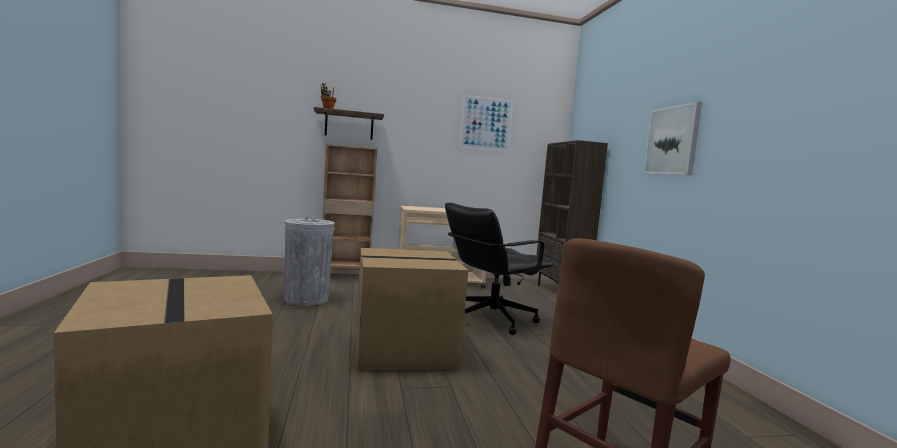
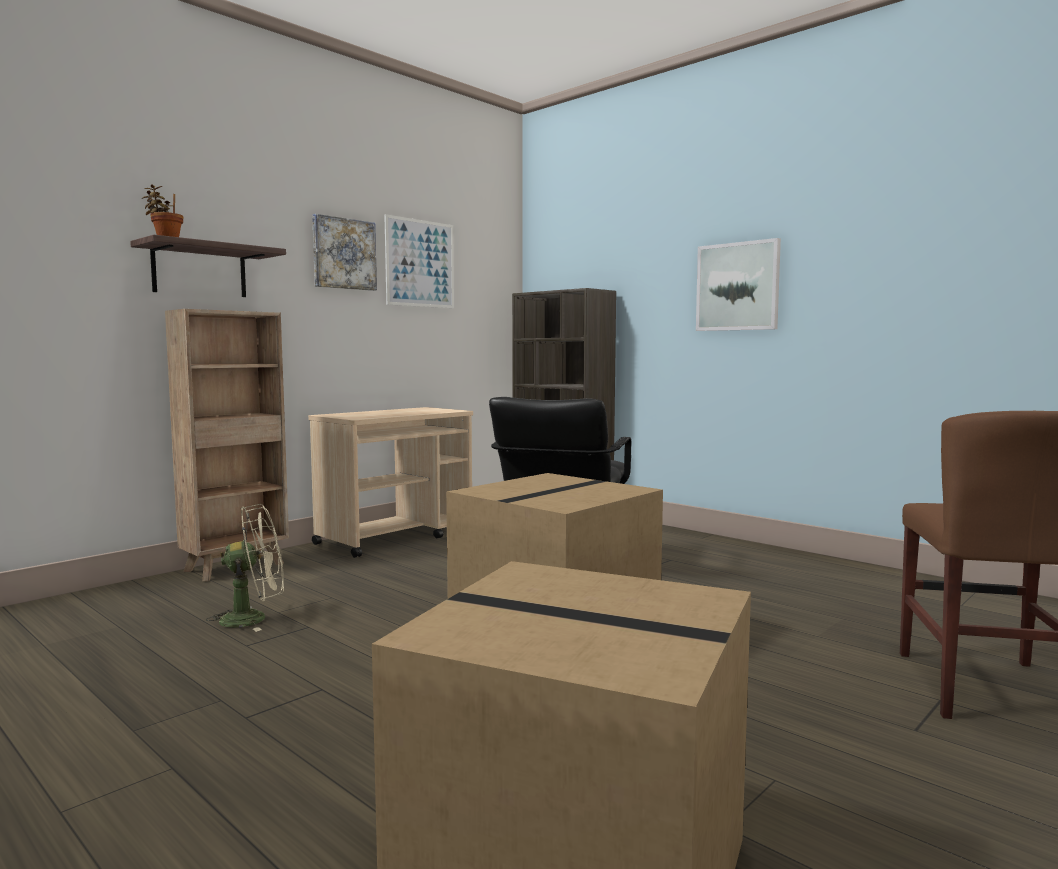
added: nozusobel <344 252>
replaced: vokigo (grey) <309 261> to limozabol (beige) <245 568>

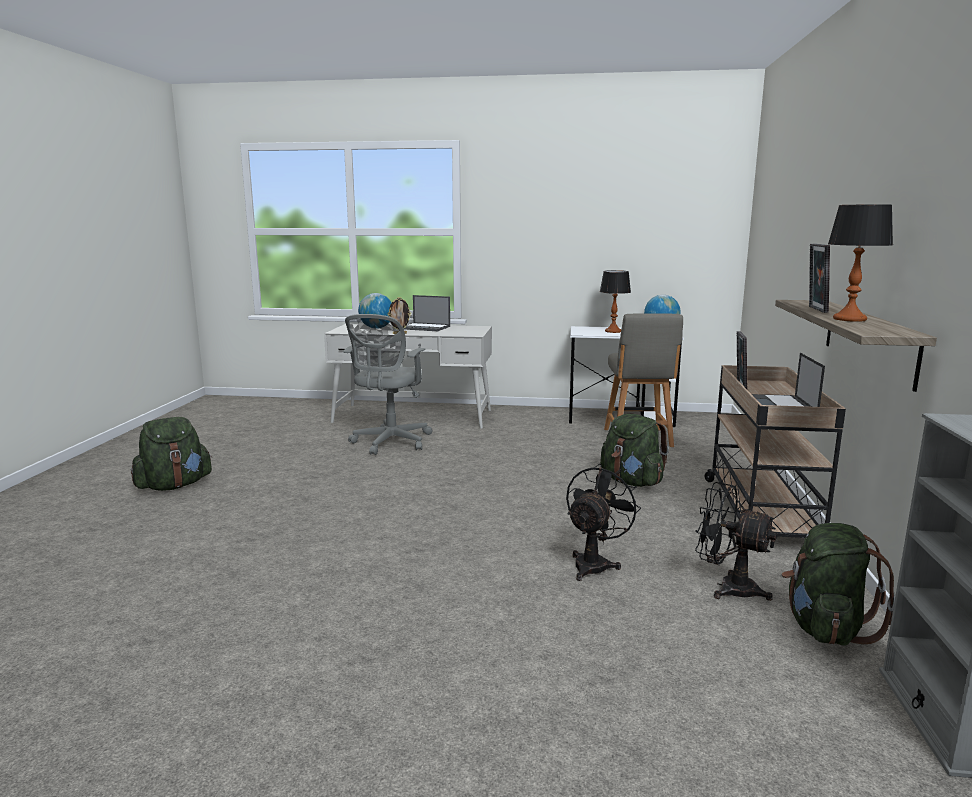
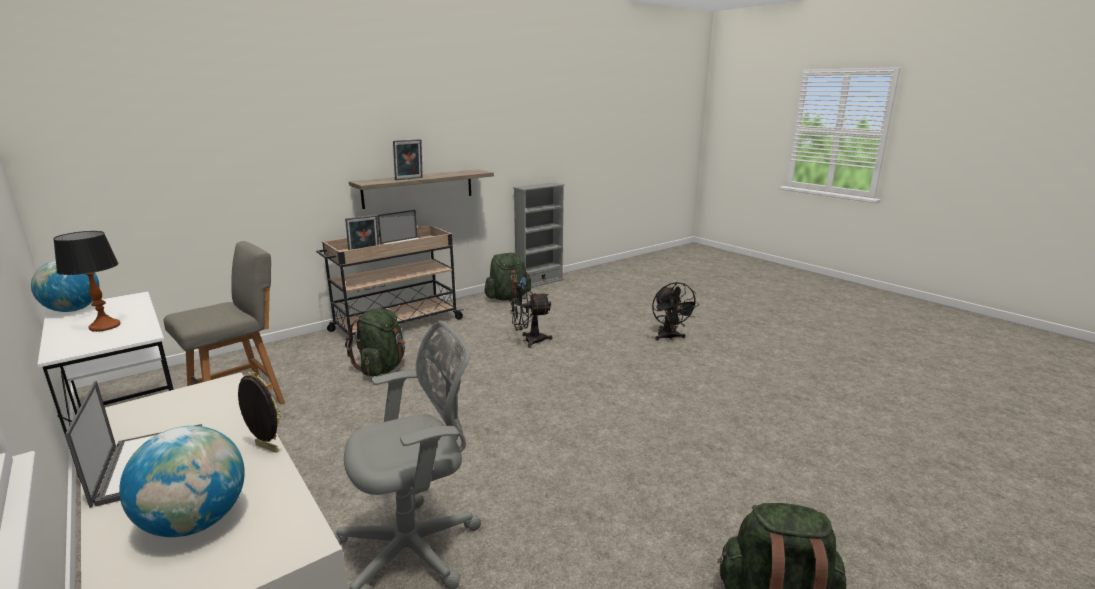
removed: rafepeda <860 263>
moved: limozabol (black) <736 541> to <675 311>

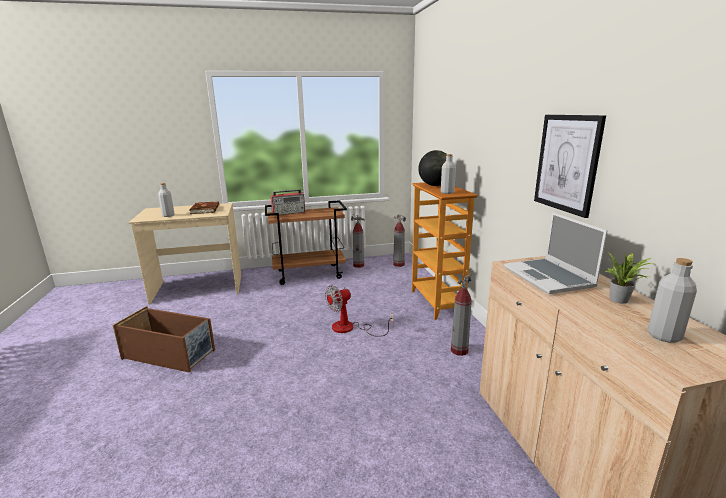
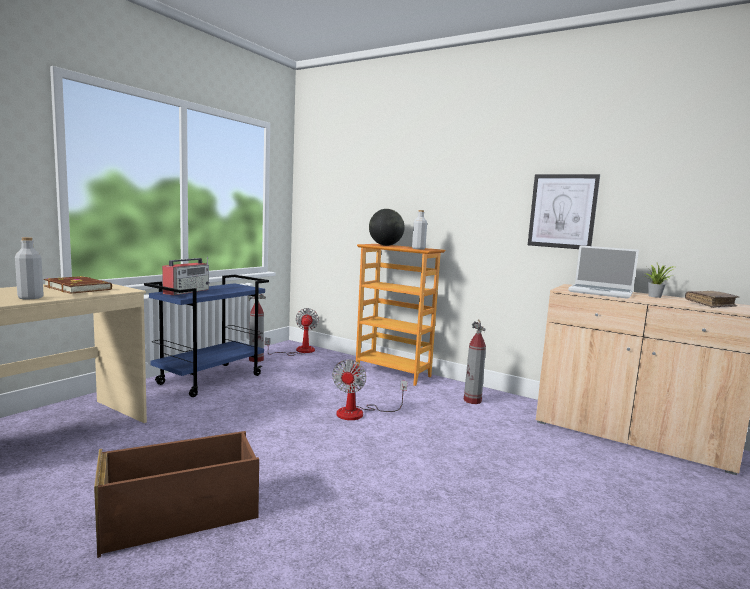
replaced: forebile <399 240> to limozabol <292 332>; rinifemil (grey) <672 300> to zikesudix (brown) <712 299>
recoloured: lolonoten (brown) <306 242> to lolonoten (blue) <206 336>

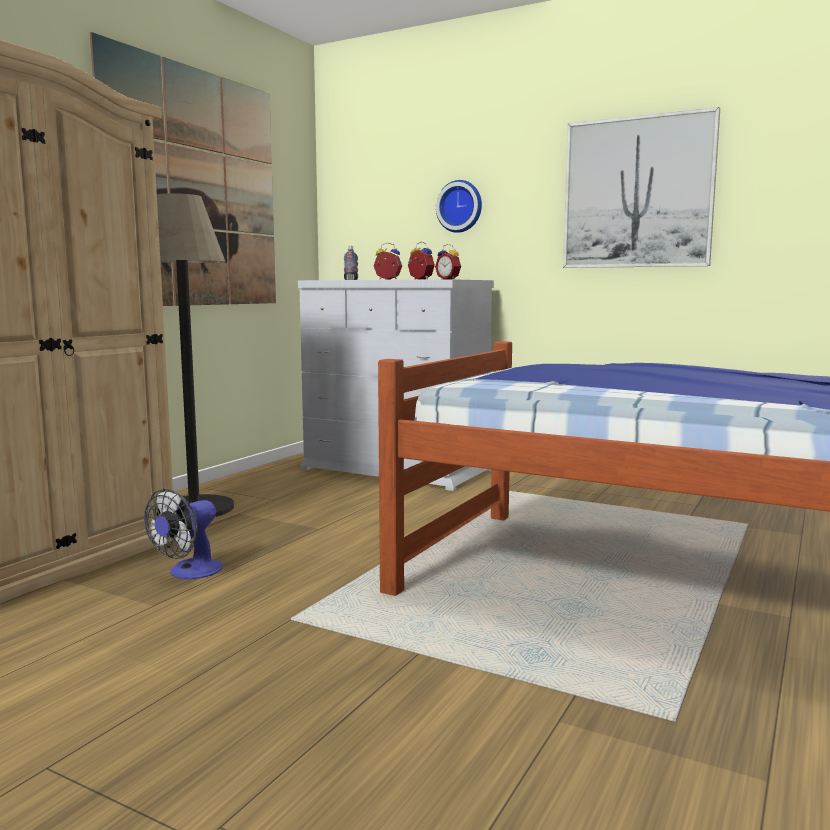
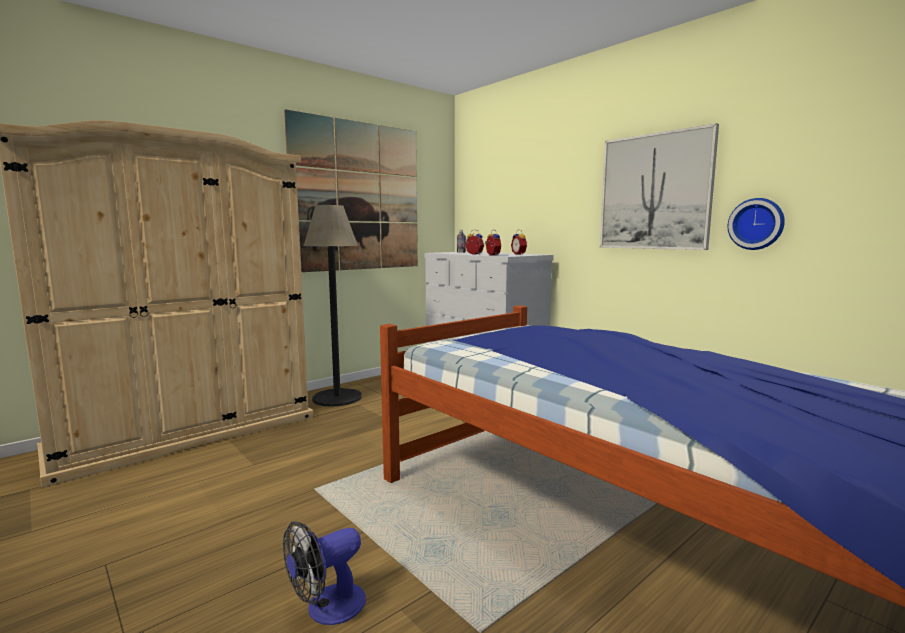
moved: limozabol <183 534> to <324 573>; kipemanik <459 206> to <756 224>

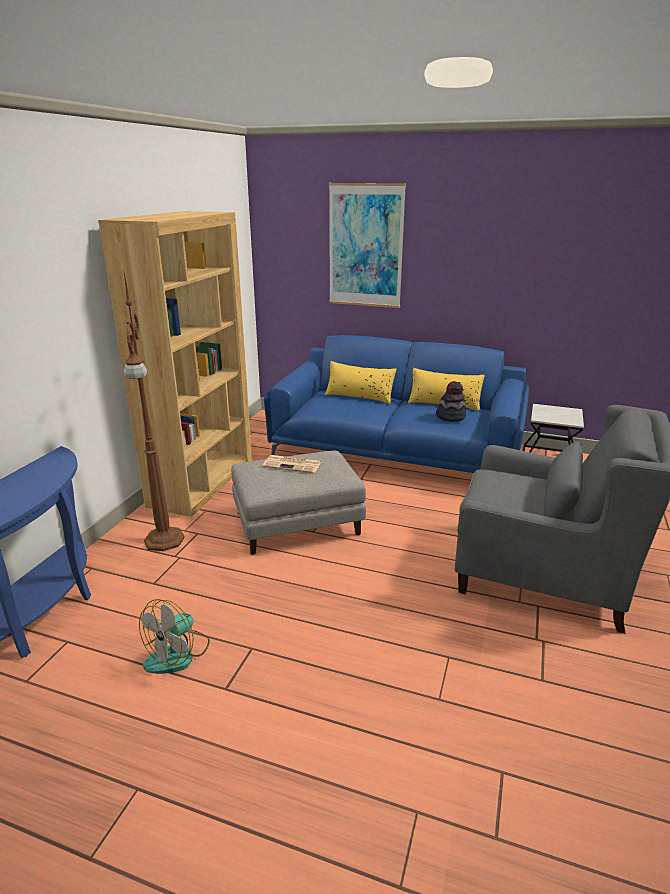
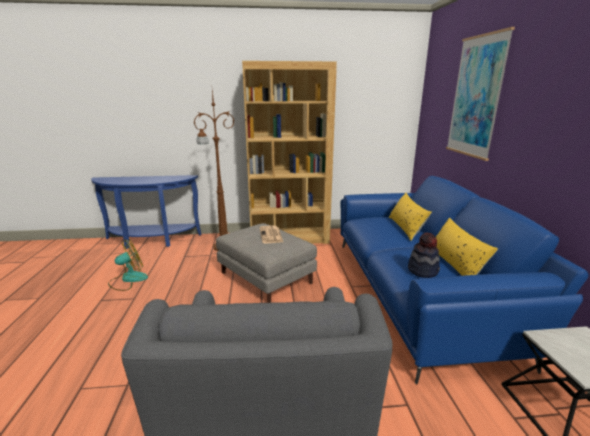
turned: limozabol <174 636> = <128 265> 135 degrees clockwise

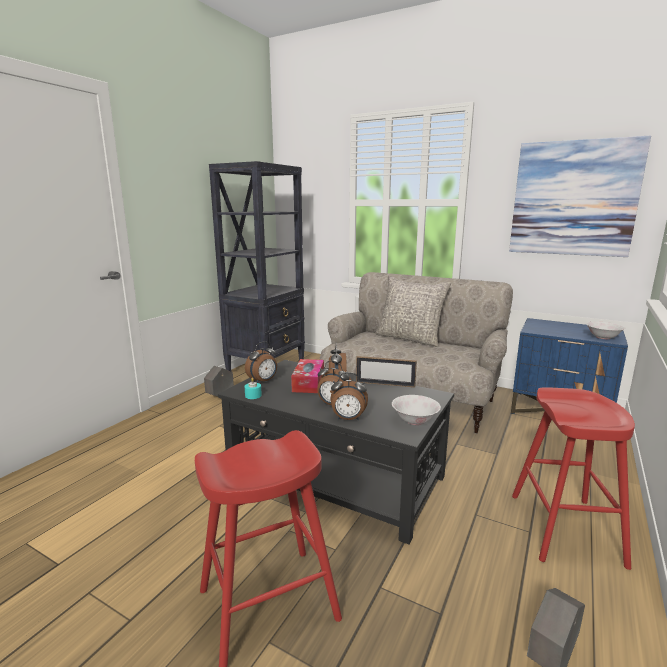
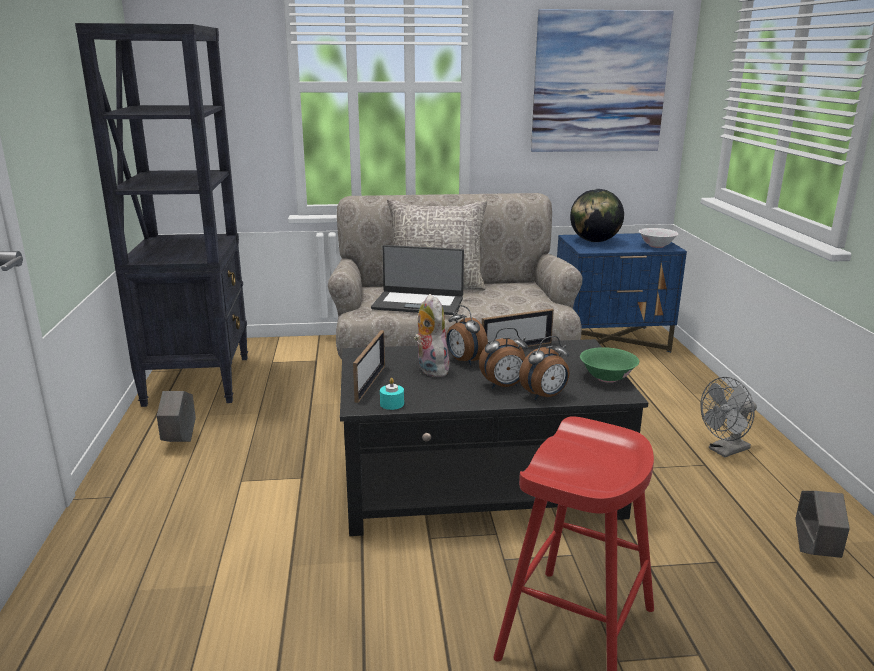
added: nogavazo <417 280>; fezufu <597 215>
replaced: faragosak <261 362> to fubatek <369 366>; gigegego <307 376> to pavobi <431 335>; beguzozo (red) <573 478> to limozabol (grey) <728 417>
recoloured: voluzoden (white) <416 410> to voluzoden (green) <609 365>

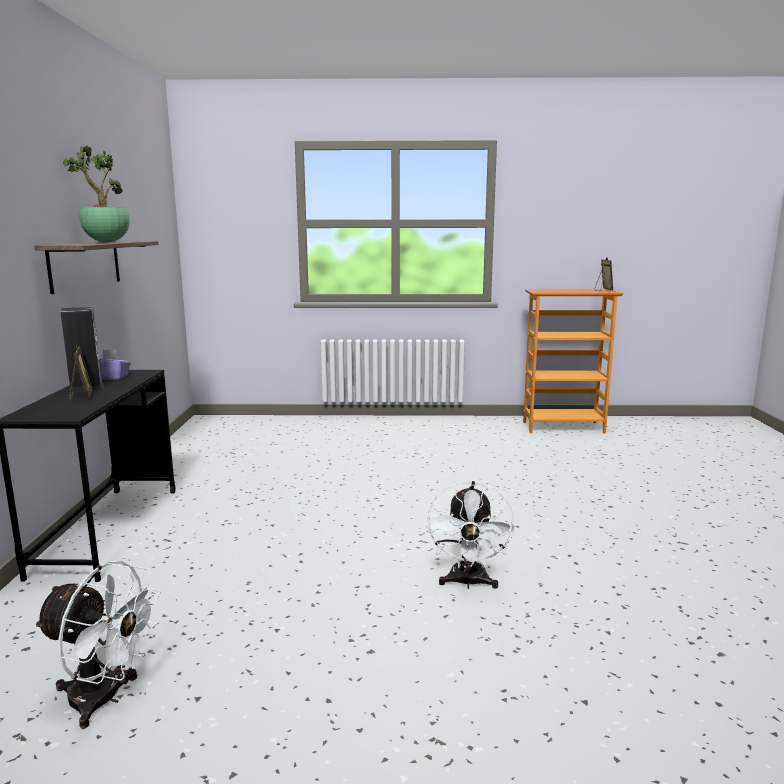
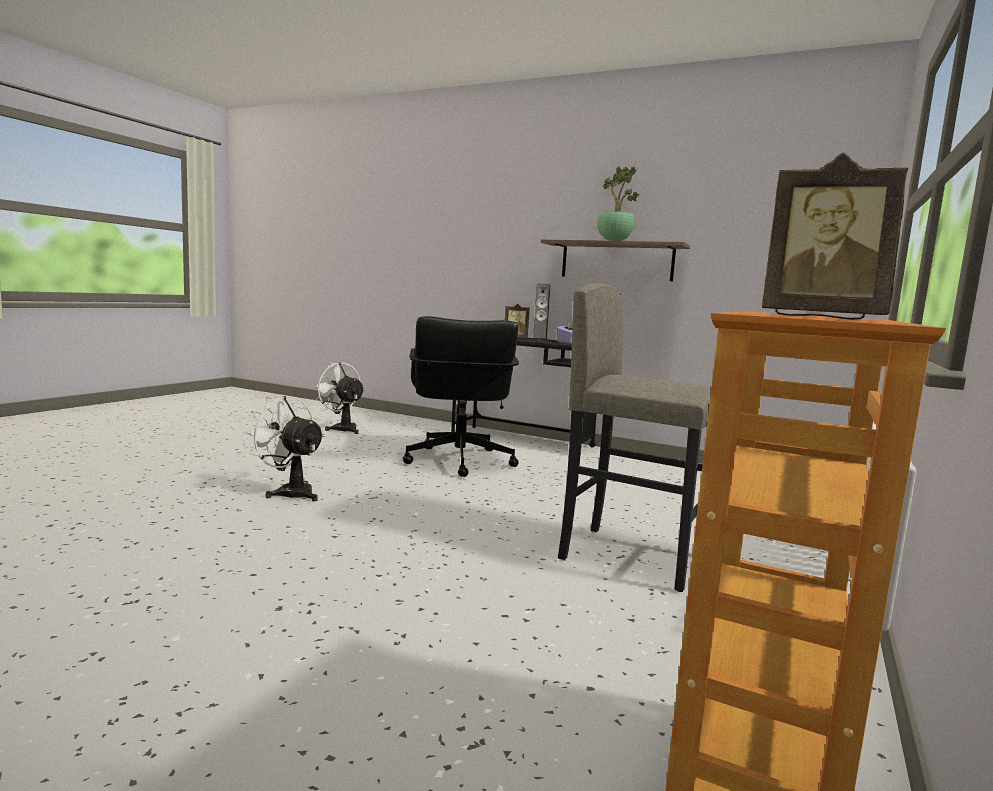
added: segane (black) <461 396>; beguzozo (grey) <634 437>
turned: limozabol (white) <97 645> = <338 398> 90 degrees clockwise

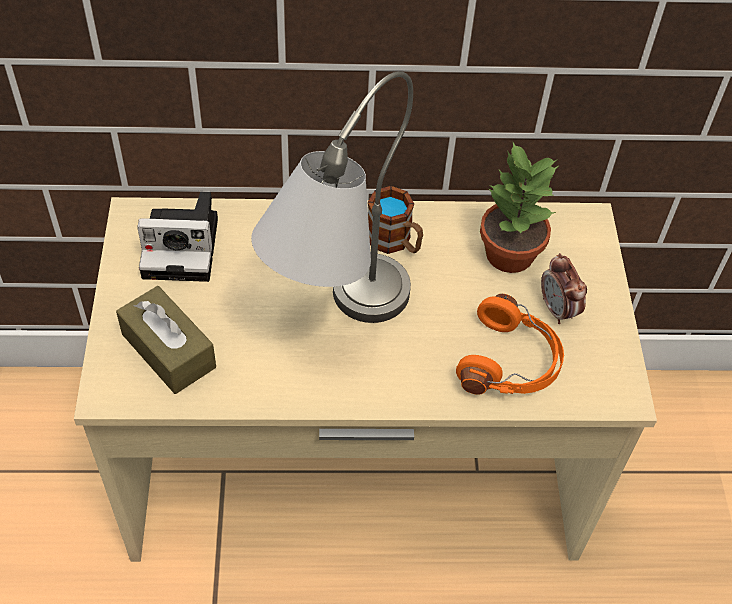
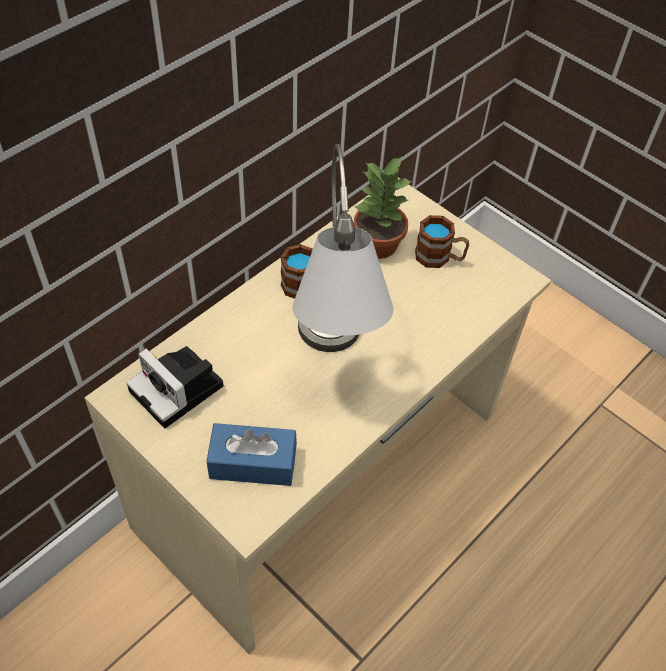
removed: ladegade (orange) <510 344>
replaced: faragosak <564 288> to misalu <442 241>
recoloured: gigegego (brown) <166 340> to gigegego (blue) <251 454>
turned: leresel <177 237> = <175 387> 90 degrees clockwise

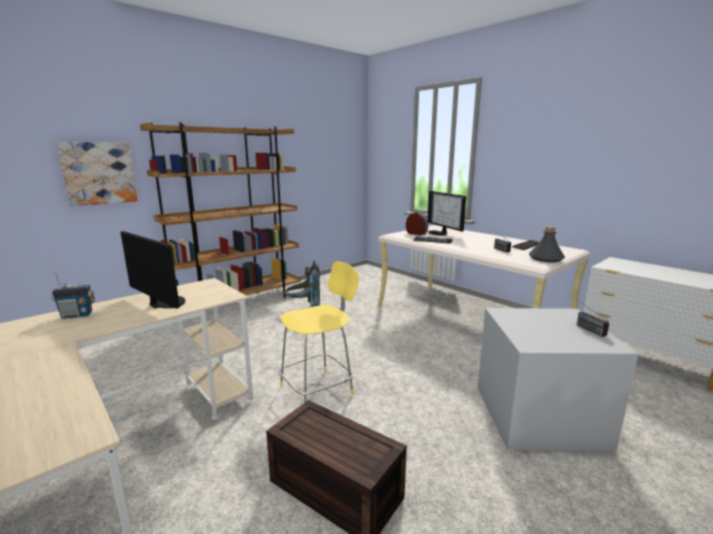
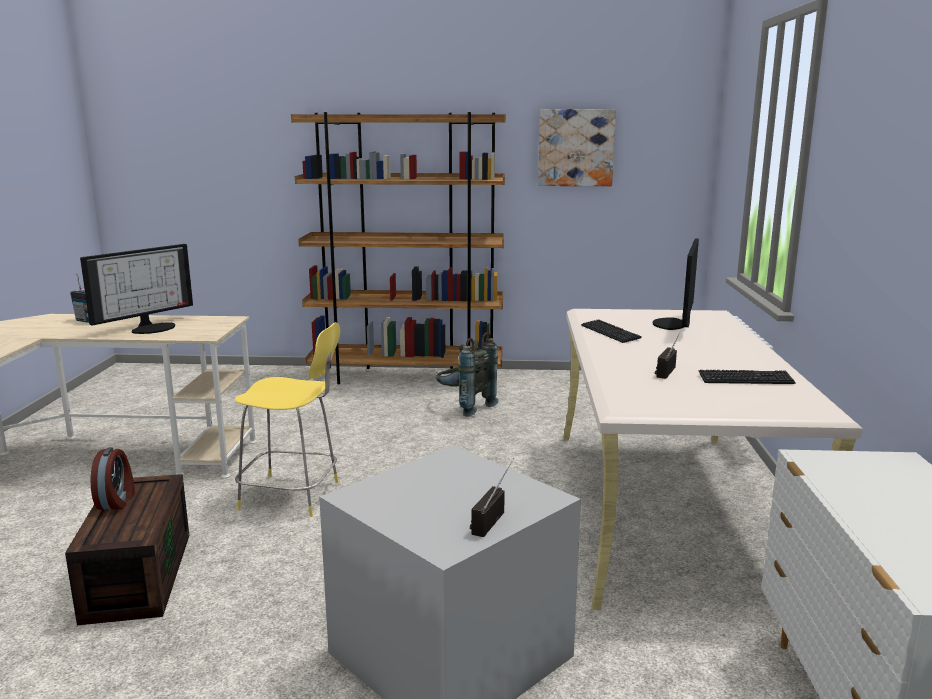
removed: rinifemil (grey) <547 244>
moved: nozusobel <97 174> to <577 147>; faragosak <417 224> to <113 478>
turned: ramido <153 270> = <136 289> 45 degrees clockwise

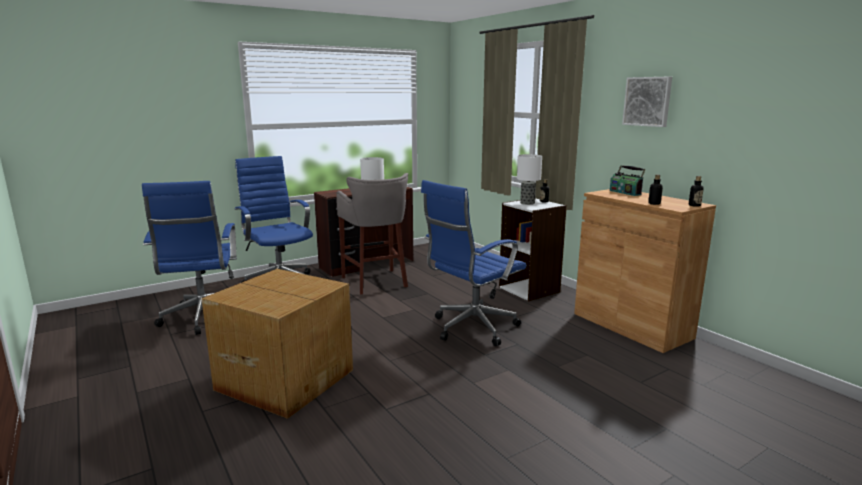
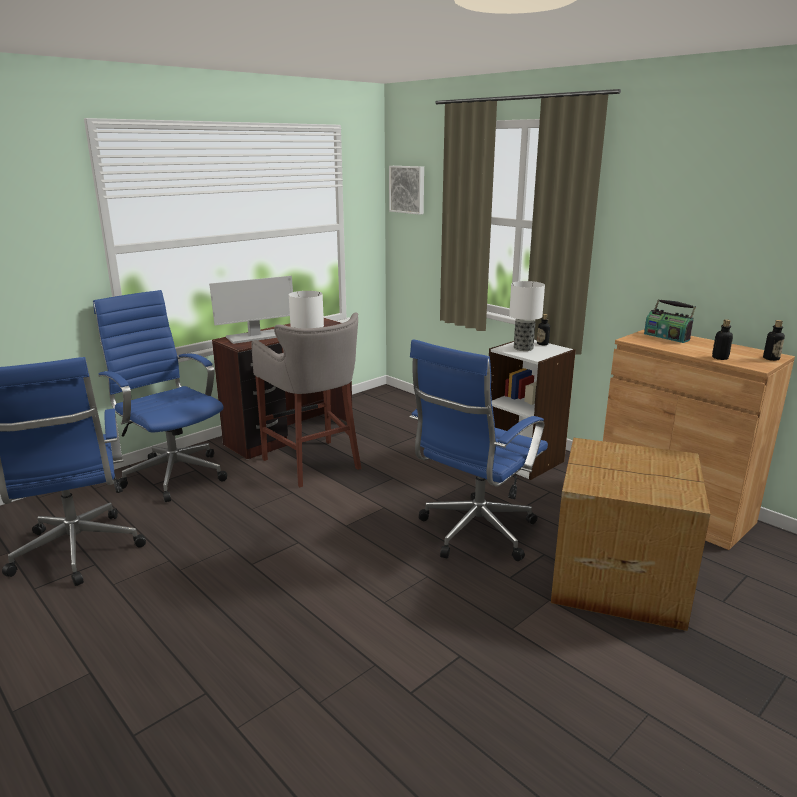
added: ramido <251 310>
moved: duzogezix <277 344> to <630 534>; nozusobel <647 102> to <406 190>

